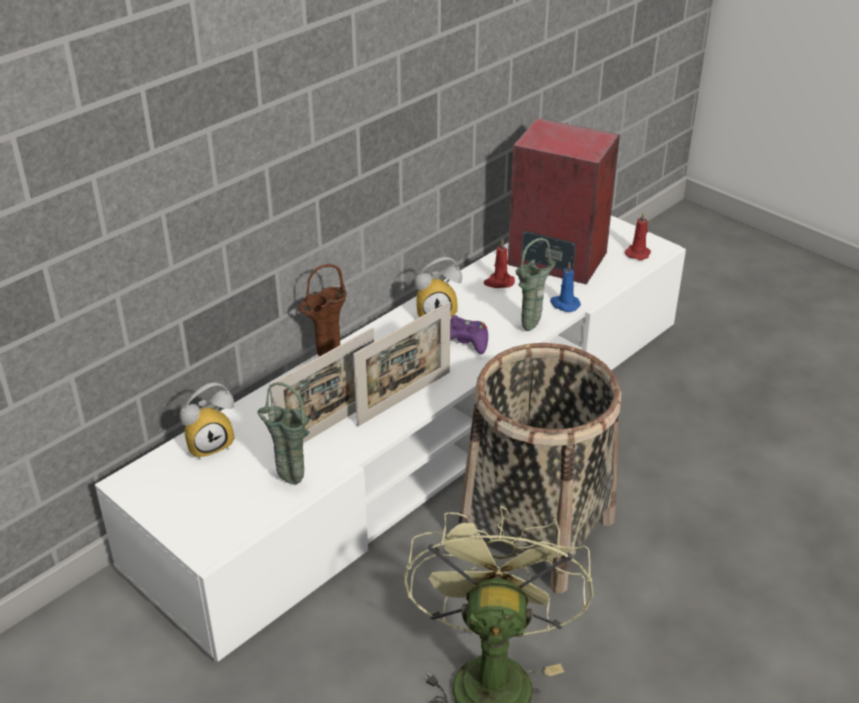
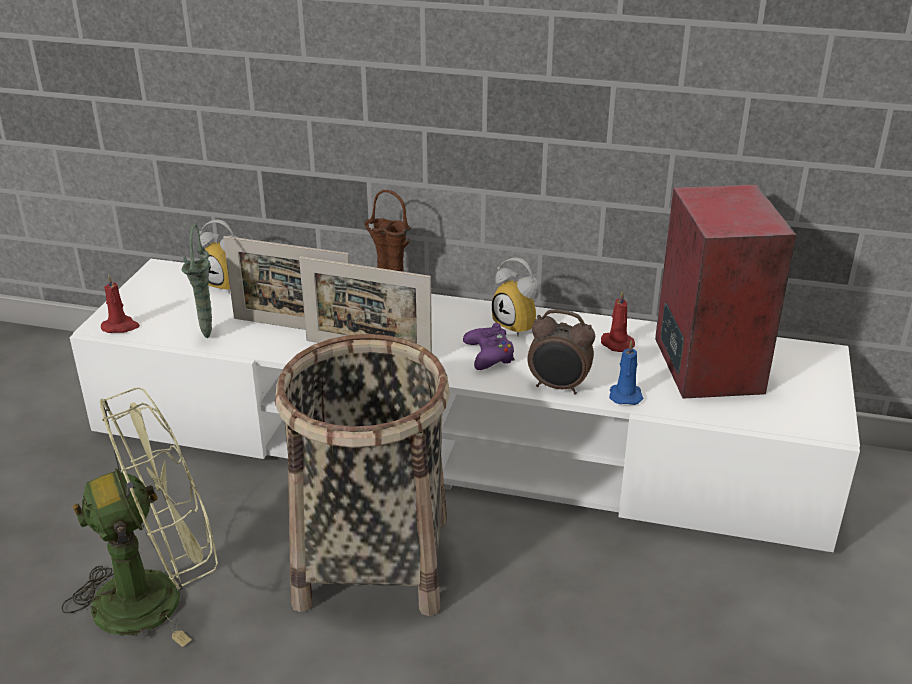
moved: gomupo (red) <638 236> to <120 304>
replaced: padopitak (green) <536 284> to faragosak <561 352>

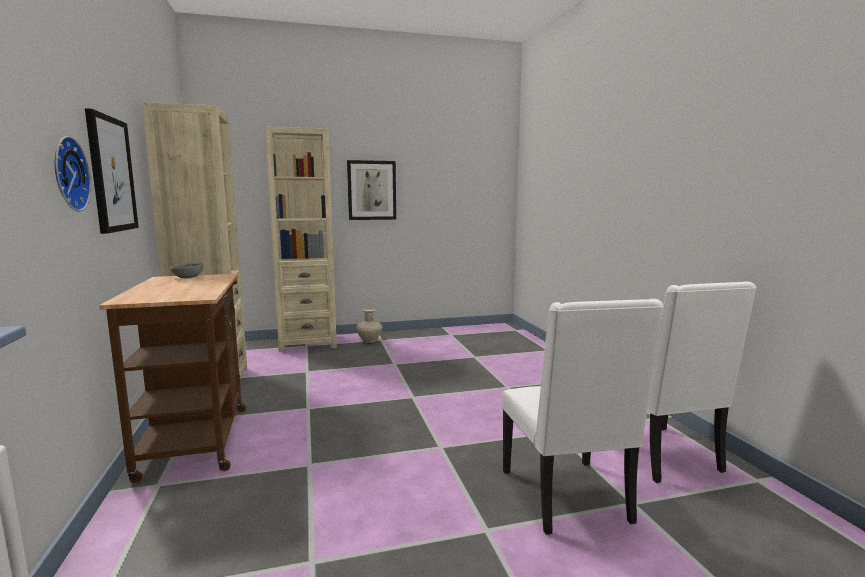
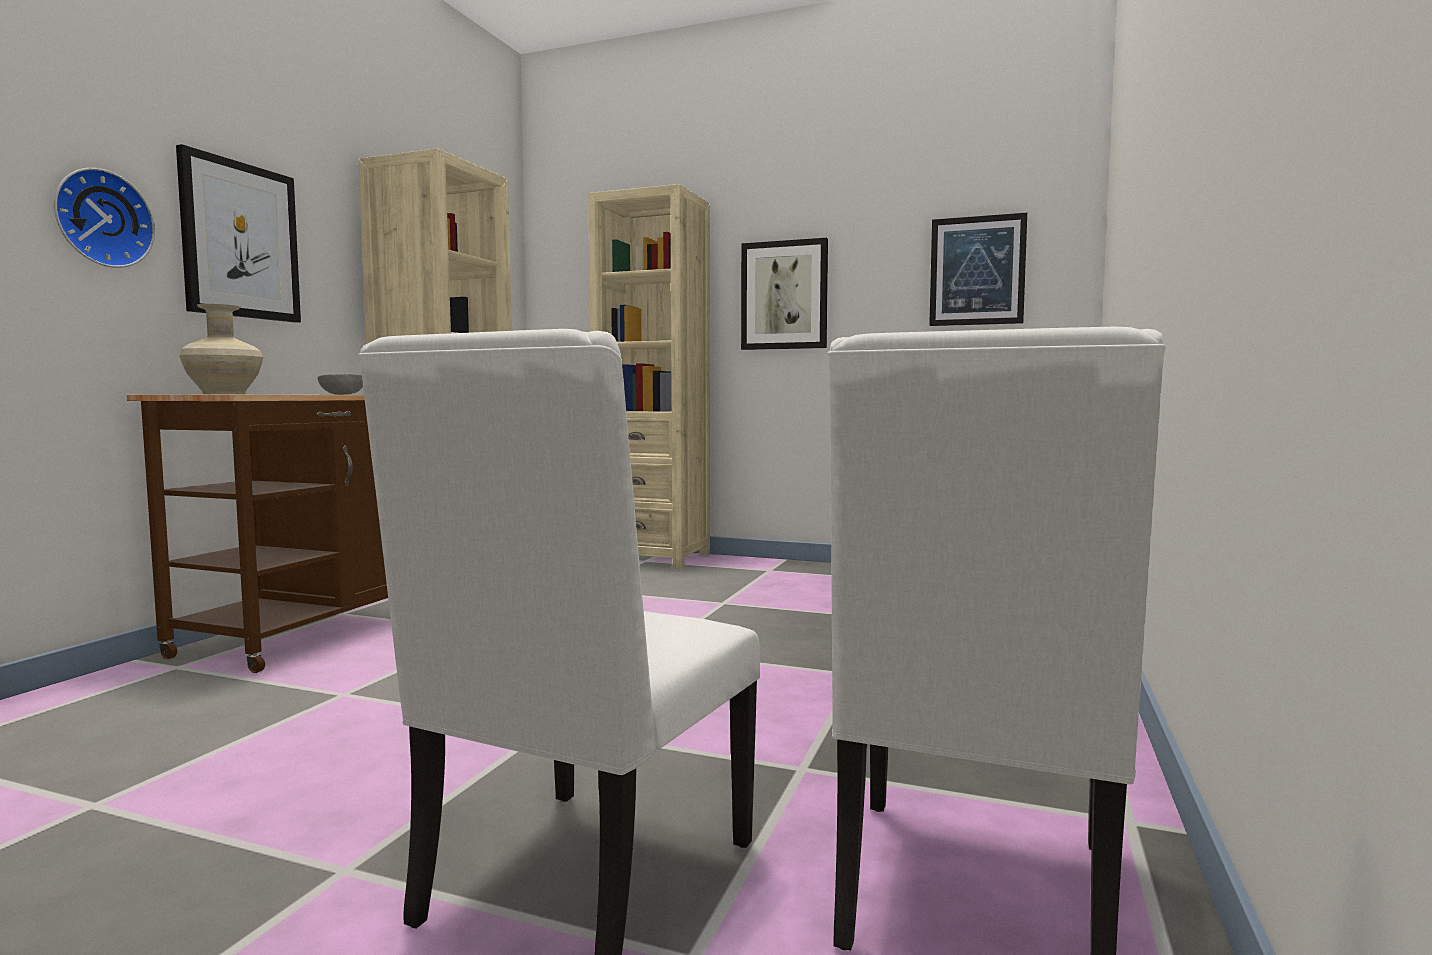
added: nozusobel <978 269>
moved: padopitak (beige) <369 325> to <221 349>

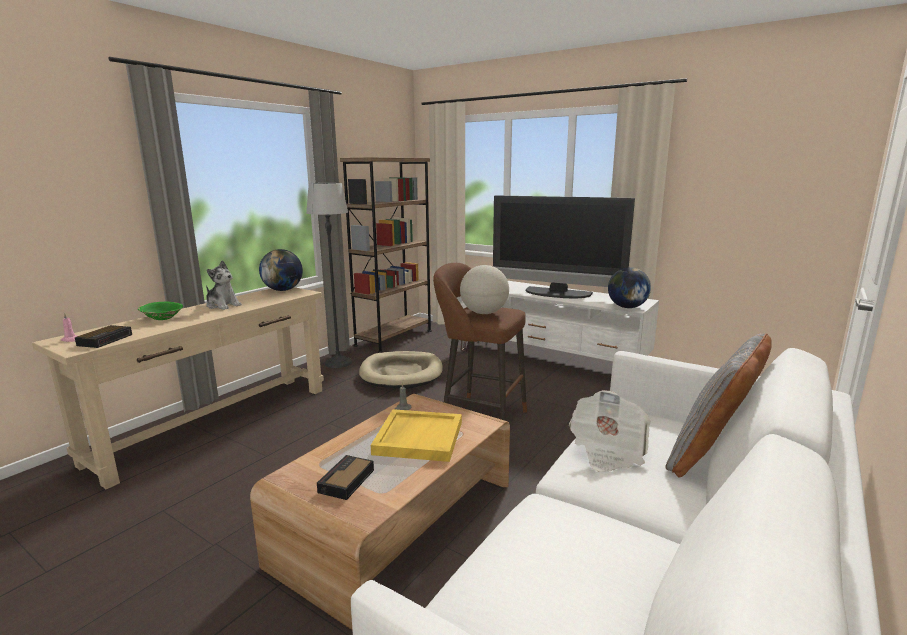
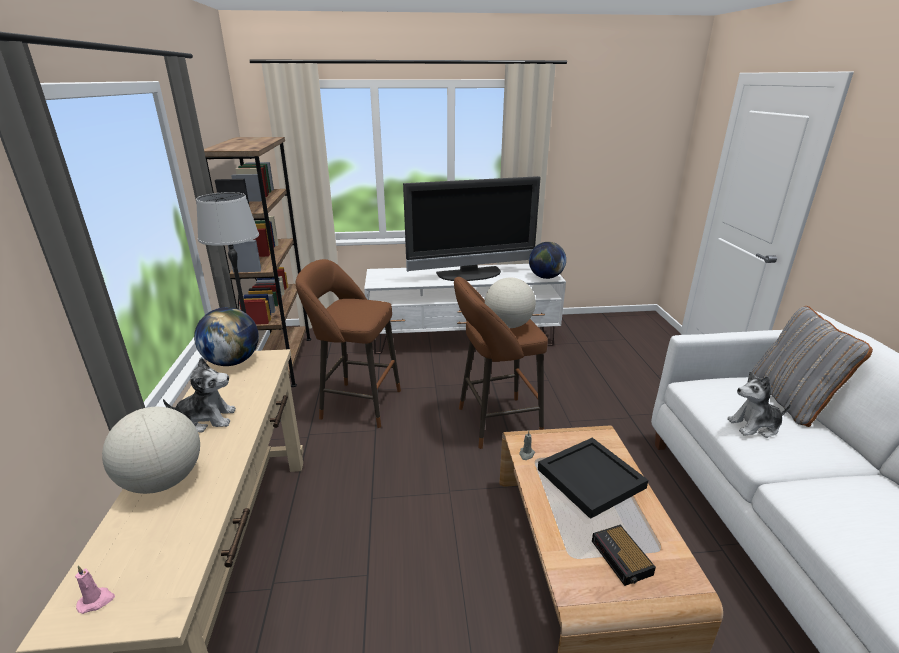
removed: faragosak <103 336>
replaced: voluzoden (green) <160 310> to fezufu <151 450>; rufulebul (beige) <401 370> to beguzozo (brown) <348 343>; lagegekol <609 431> to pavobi <759 404>
recoloured: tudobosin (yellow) <416 435> to tudobosin (black) <593 478>

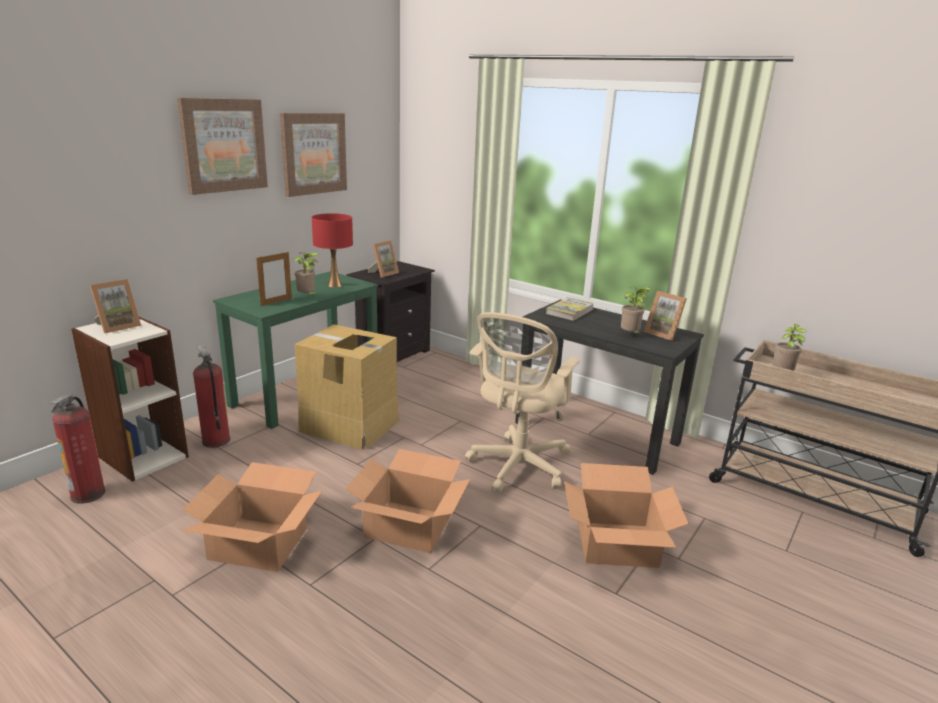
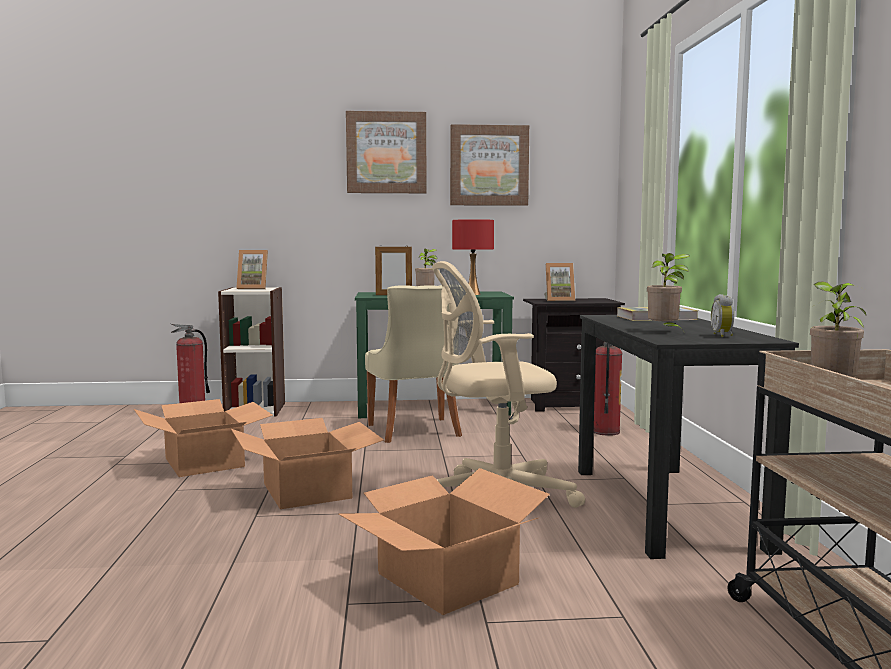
moved: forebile <211 396> to <608 389>
replaced: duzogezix <346 387> to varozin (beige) <414 364>; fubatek <665 316> to faragosak <722 315>

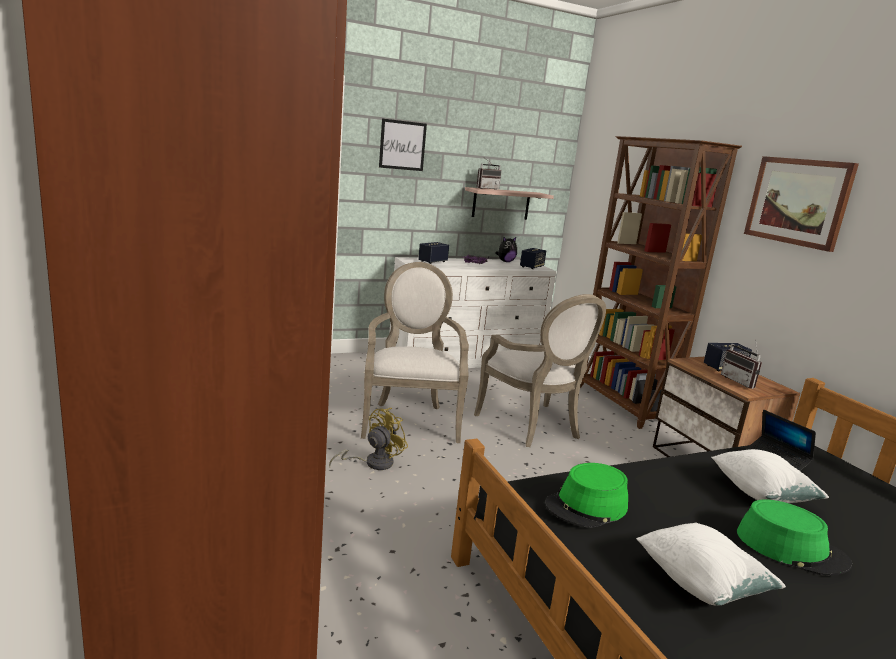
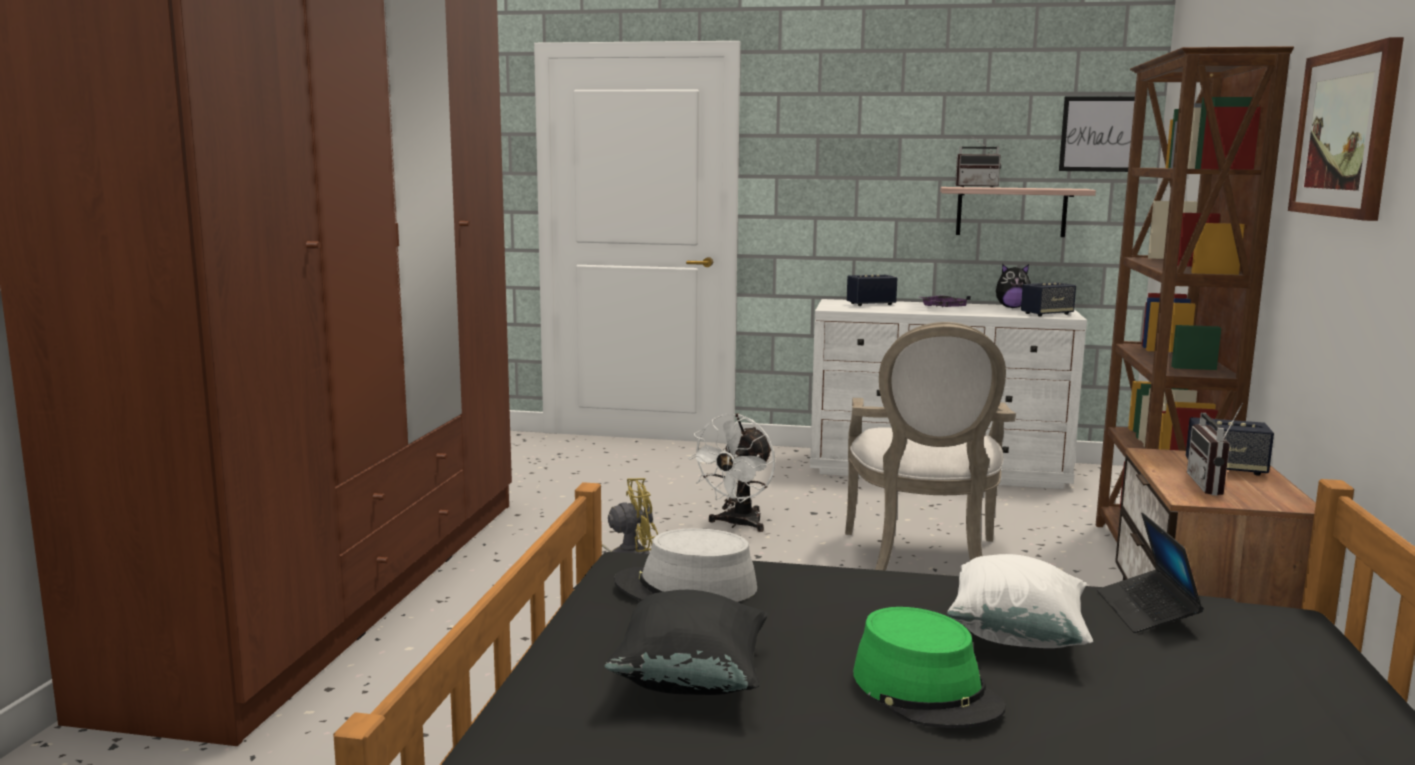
moved: nozusobel <403 145> to <1097 134>
replaced: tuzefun <415 352> to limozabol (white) <731 472>
recoloured: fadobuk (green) <586 495> to fadobuk (grey) <685 565>; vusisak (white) <711 564> to vusisak (black) <686 642>

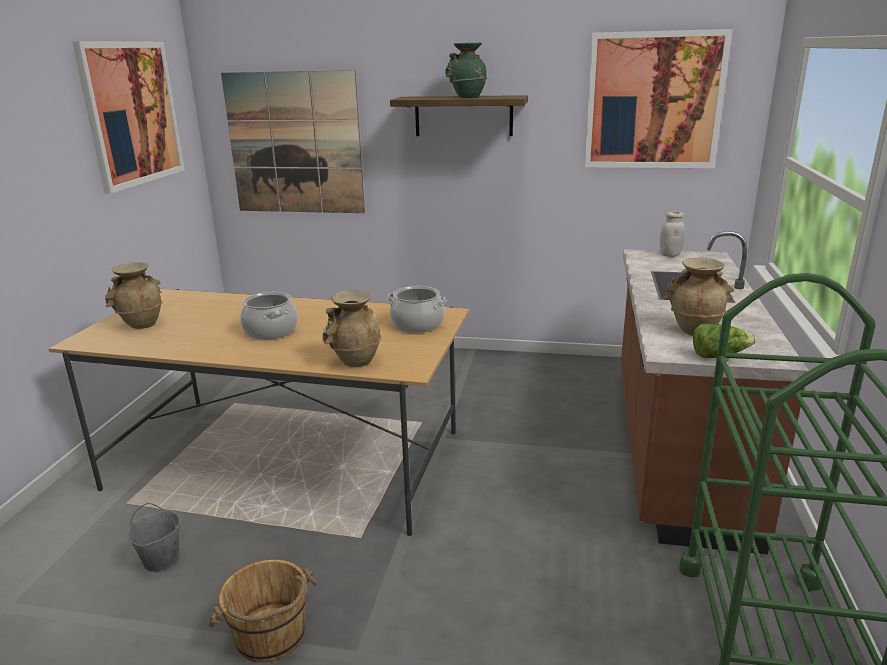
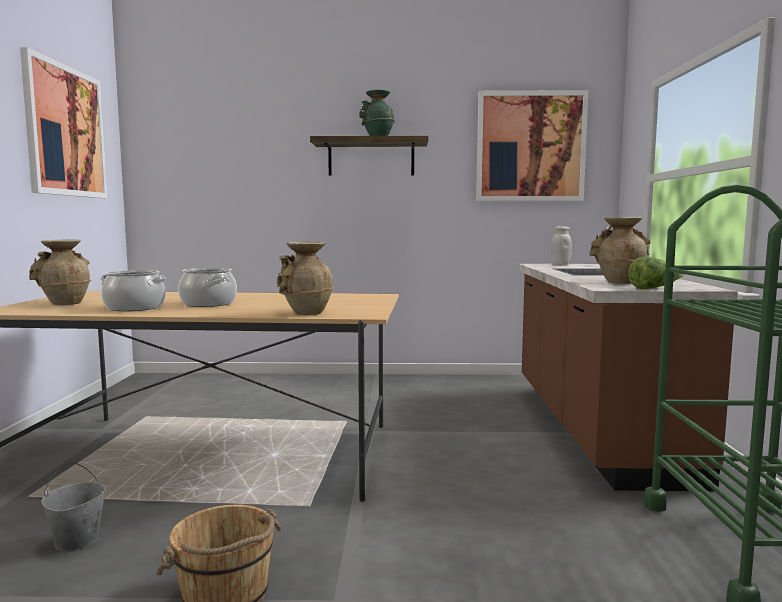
removed: nozusobel <293 141>
moved: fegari <417 309> to <133 290>

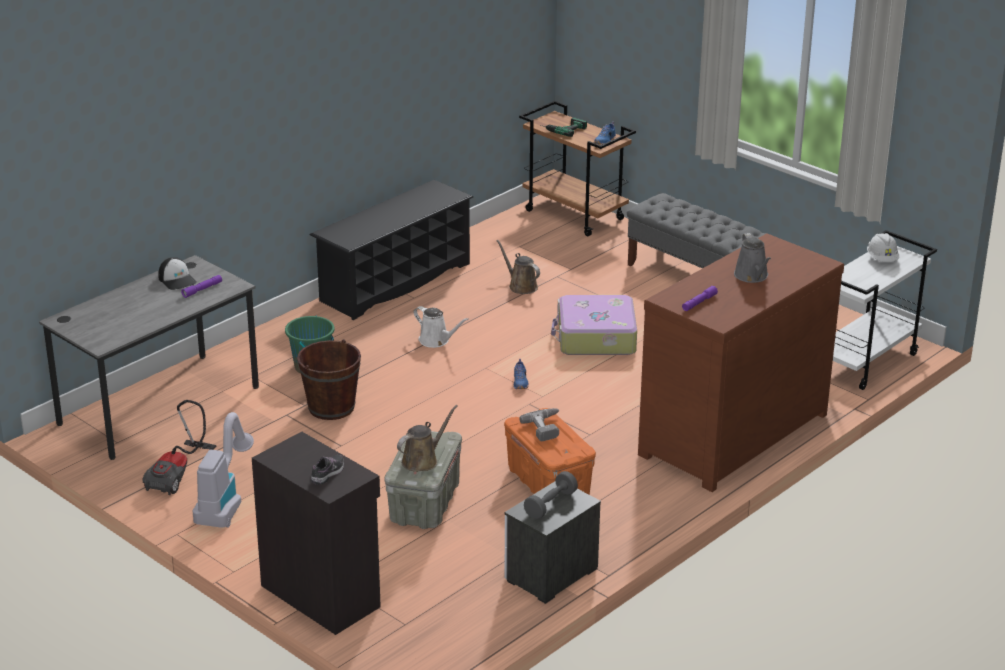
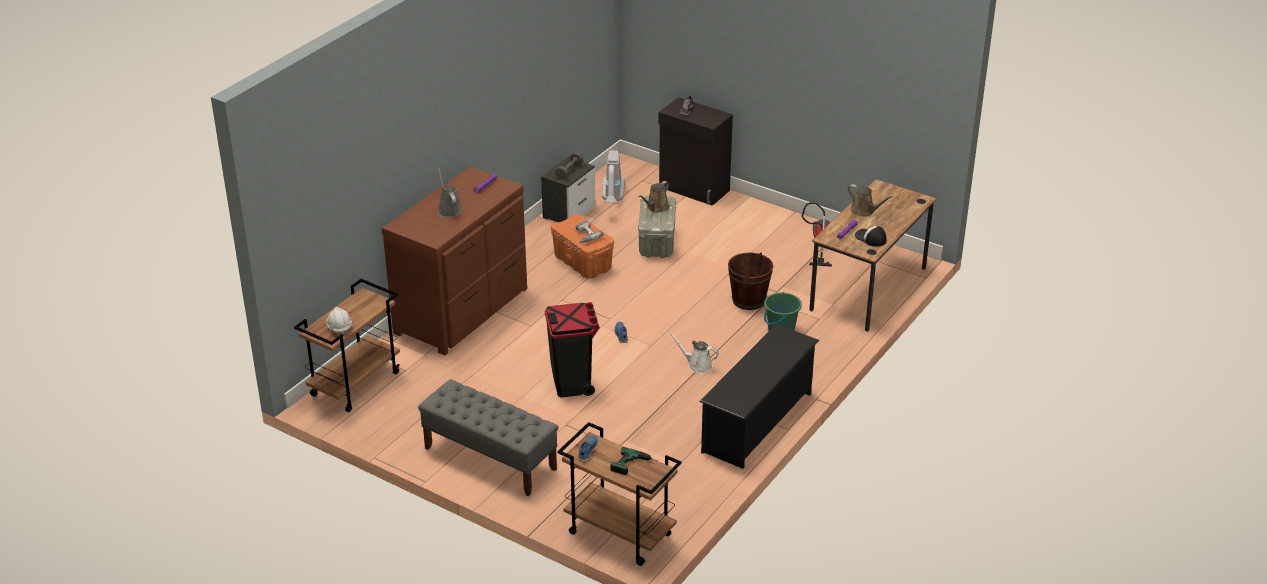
moved: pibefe <223 470> to <613 177>; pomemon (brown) <518 267> to <870 200>
replaced: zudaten <594 325> to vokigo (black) <572 349>
recoloured: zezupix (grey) <149 357> to zezupix (brown) <872 255>; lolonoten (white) <885 310> to lolonoten (brown) <347 345>

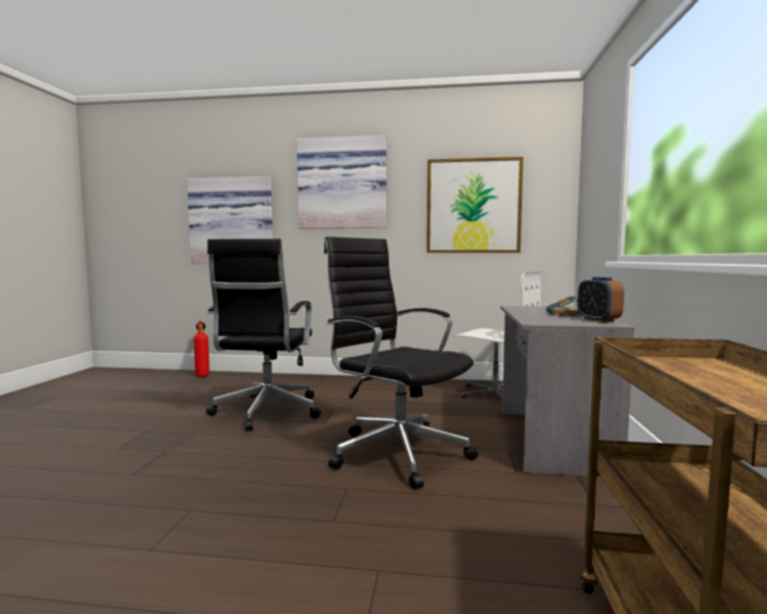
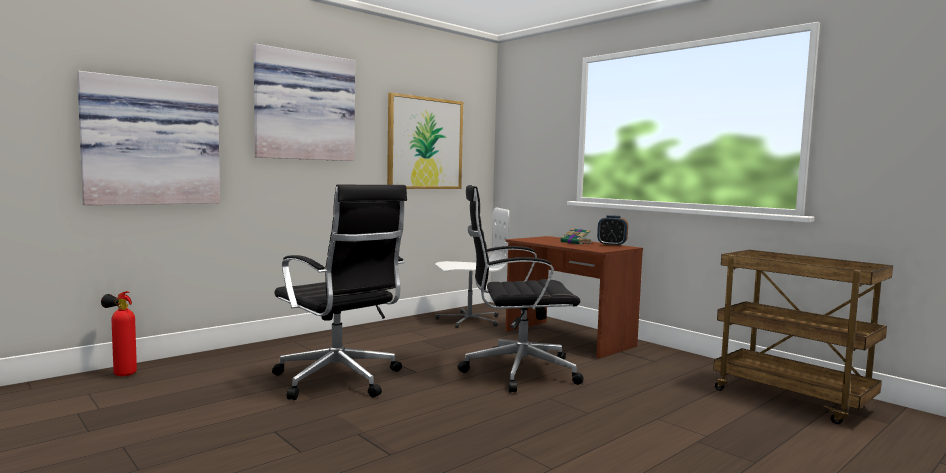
recoloured: zezupix (grey) <567 391> to zezupix (brown) <574 297>

